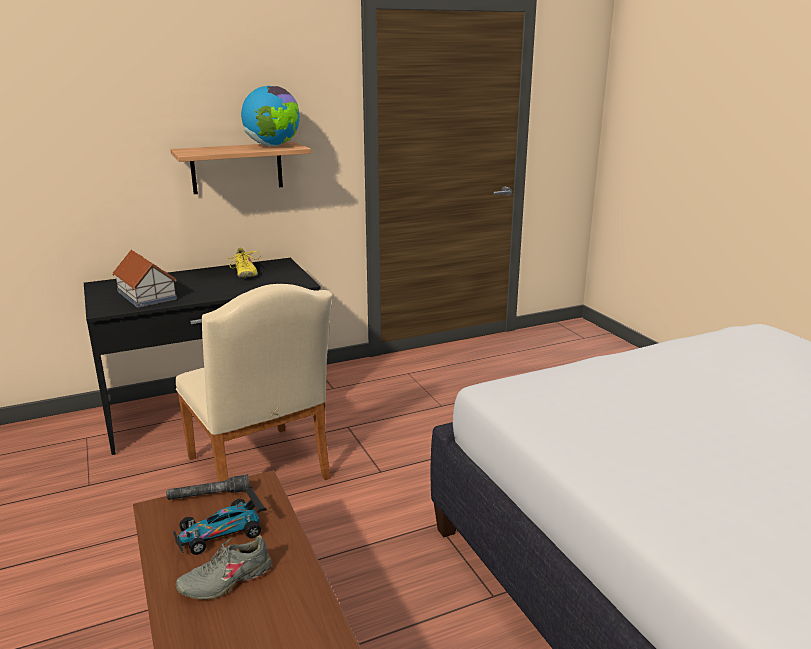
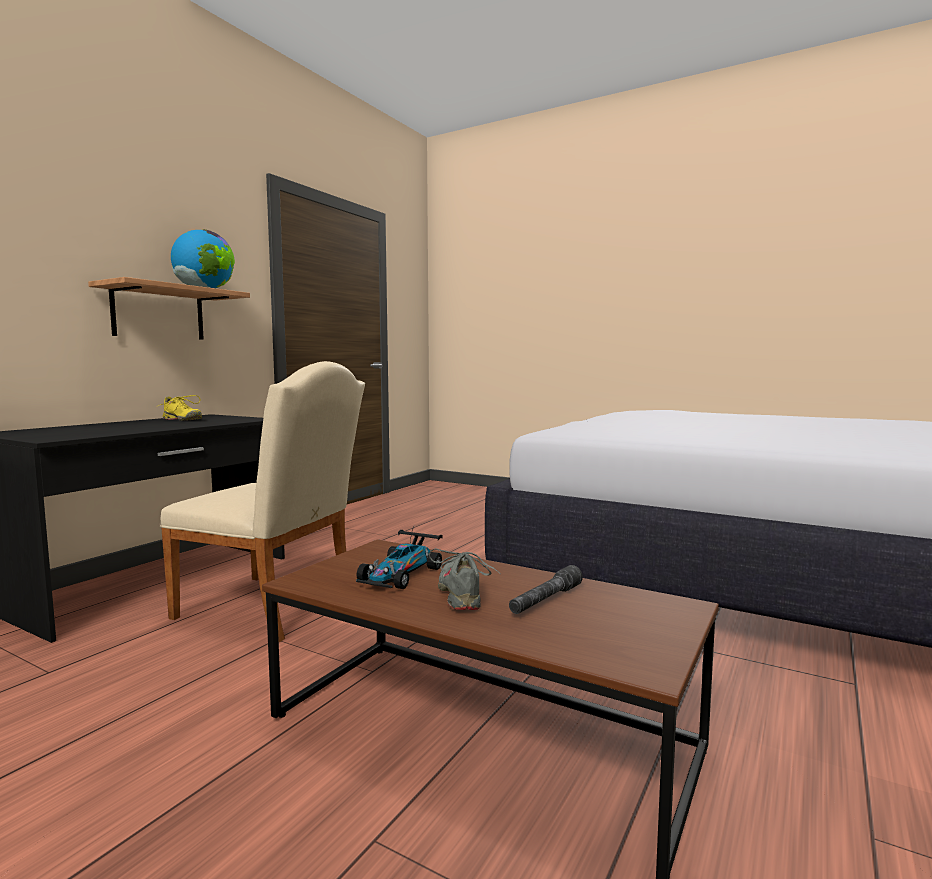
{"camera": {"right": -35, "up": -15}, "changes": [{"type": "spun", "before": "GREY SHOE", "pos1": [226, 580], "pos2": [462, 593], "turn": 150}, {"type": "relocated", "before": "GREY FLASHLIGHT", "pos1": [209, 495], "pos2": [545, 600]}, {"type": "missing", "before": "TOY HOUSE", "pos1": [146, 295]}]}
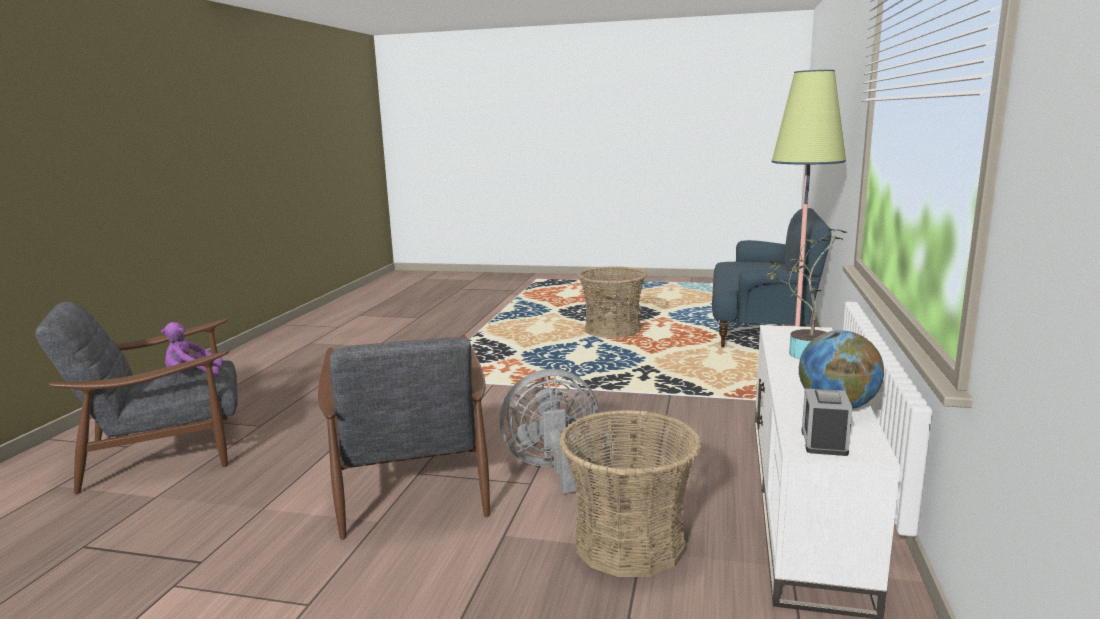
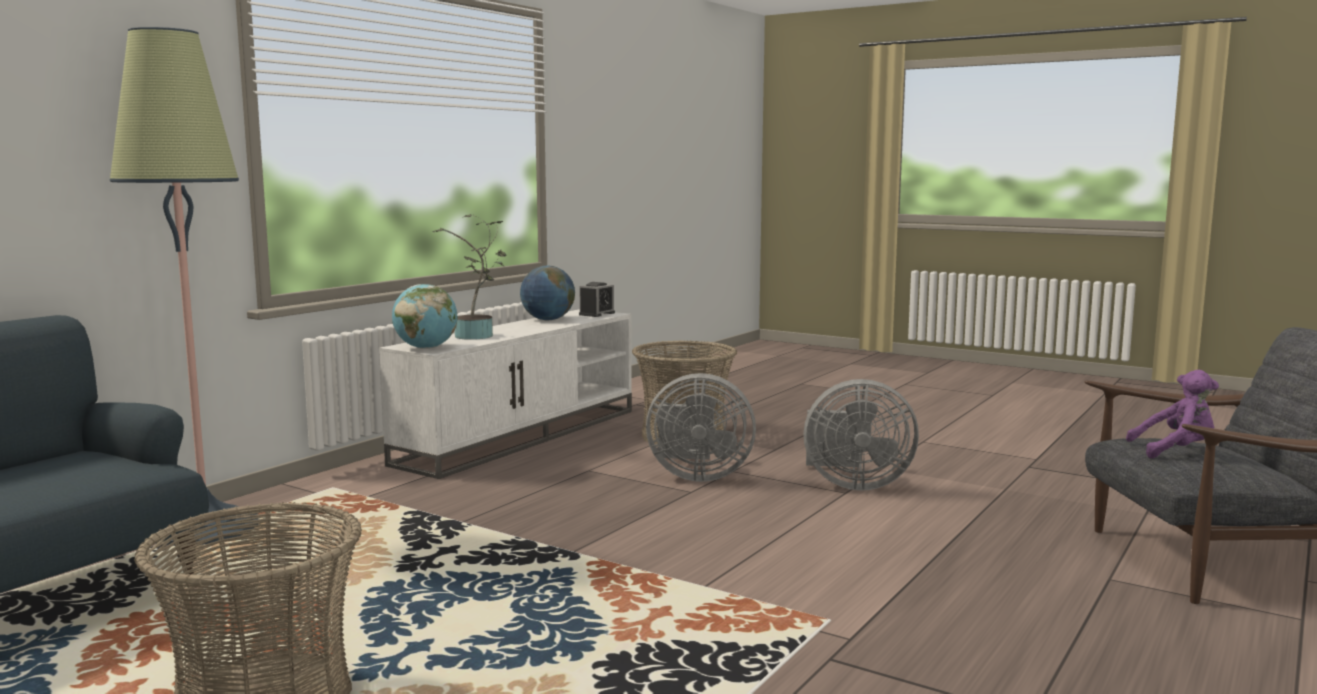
{"camera": {"right": -160, "up": -5}, "changes": [{"type": "appeared", "after": "GLOBE", "pos2": [426, 348]}, {"type": "exchanged", "before": "GREY ARMCHAIR", "after": "GREY FAN", "pos1": [411, 486], "pos2": [853, 484]}]}
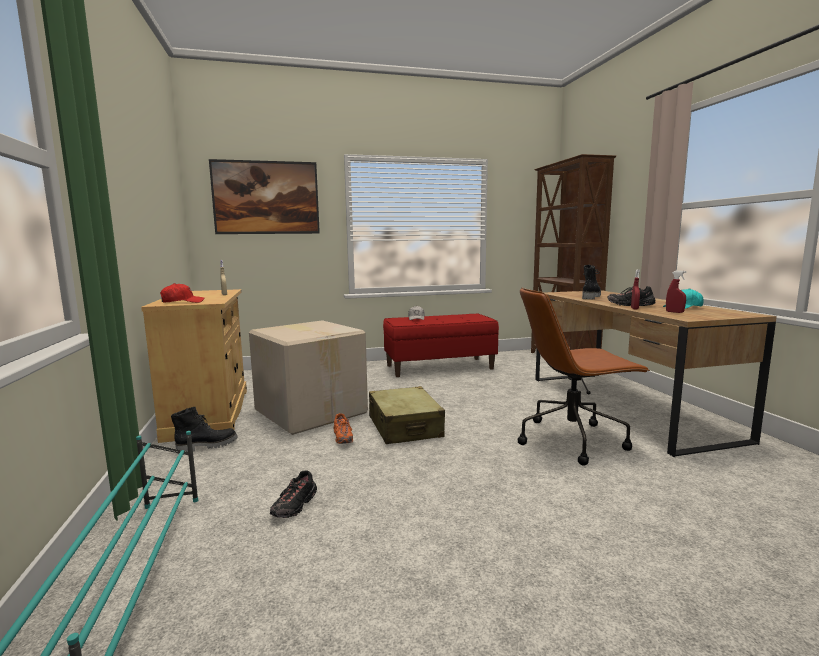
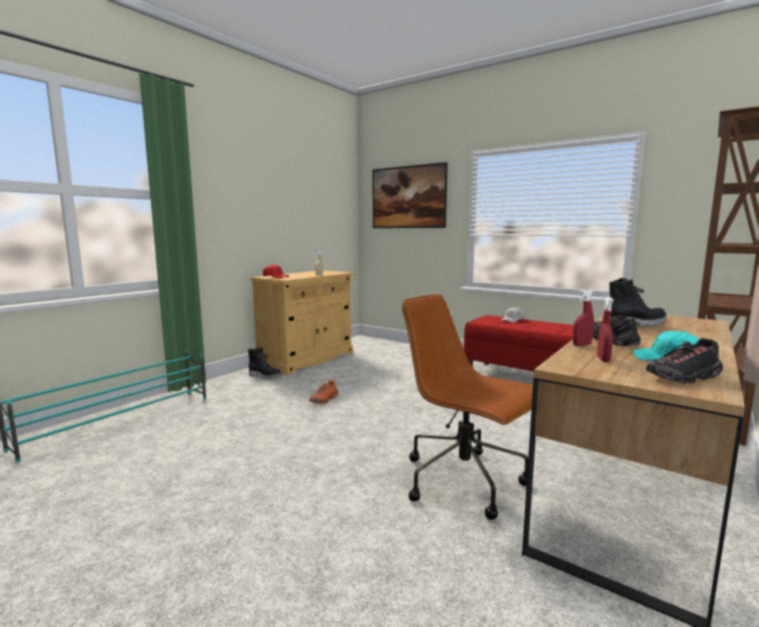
{"camera": {"right": 50, "up": 0}, "changes": [{"type": "relocated", "before": "BLACK SHOE", "pos1": [295, 506], "pos2": [684, 377]}, {"type": "missing", "before": "CARDBOARD BOX", "pos1": [311, 411]}, {"type": "missing", "before": "BEIGE SUITCASE", "pos1": [405, 427]}]}
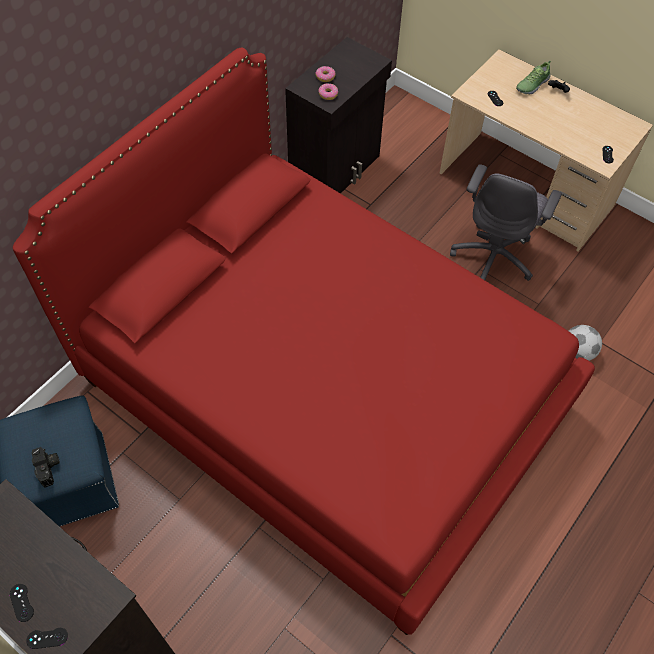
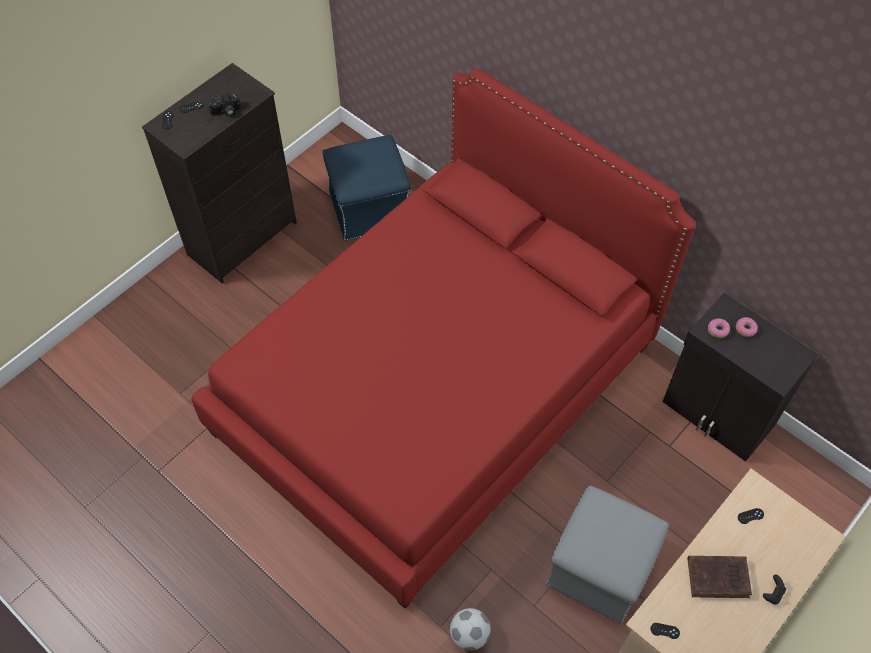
{"camera": {"right": 95, "up": 0}, "changes": [{"type": "relocated", "before": "PHOTO CAMERA", "pos1": [49, 468], "pos2": [226, 112]}, {"type": "exchanged", "before": "GREY OFFICE CHAIR", "after": "GREY OTTOMAN", "pos1": [494, 256], "pos2": [600, 567]}, {"type": "appeared", "after": "BROWN BOOK", "pos2": [719, 578]}, {"type": "missing", "before": "SHOE", "pos1": [532, 85]}]}
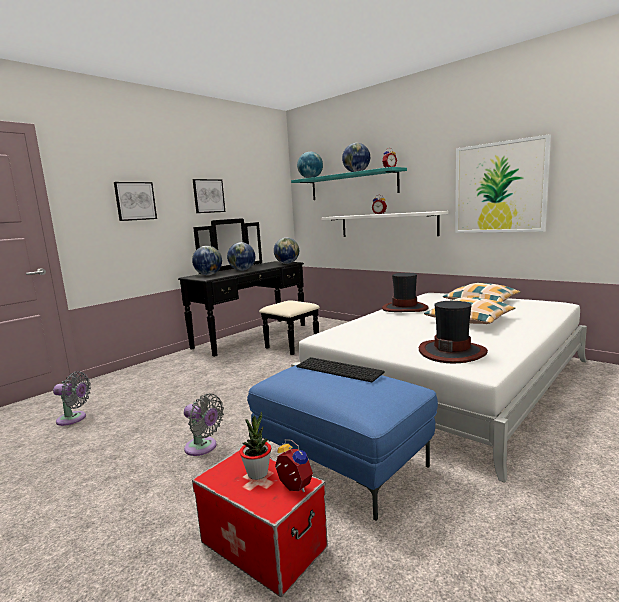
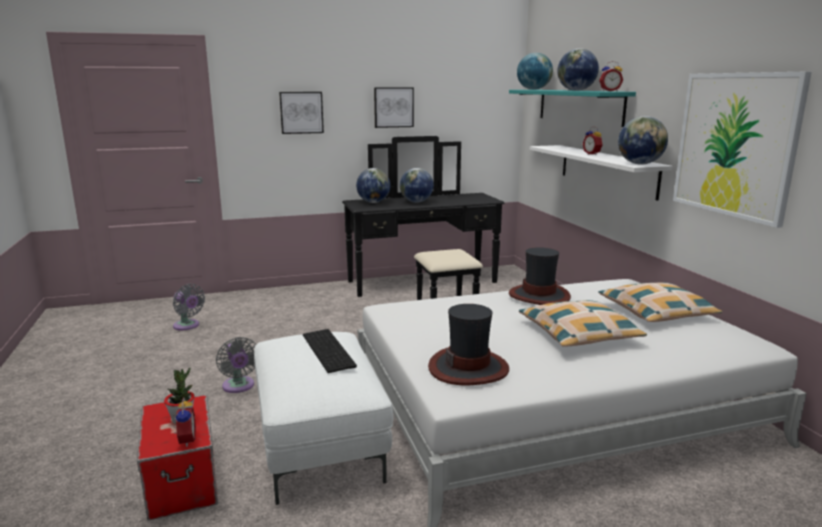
{"camera": {"right": 30, "up": 5}, "changes": [{"type": "colour", "before": "BLUE OTTOMAN", "after": "WHITE OTTOMAN", "pos1": [343, 462], "pos2": [321, 445]}, {"type": "relocated", "before": "GLOBE", "pos1": [287, 263], "pos2": [640, 164]}]}
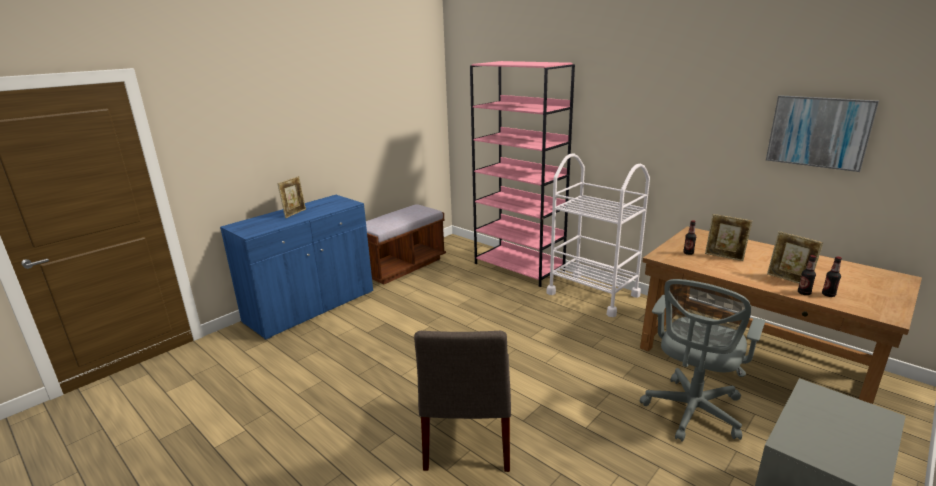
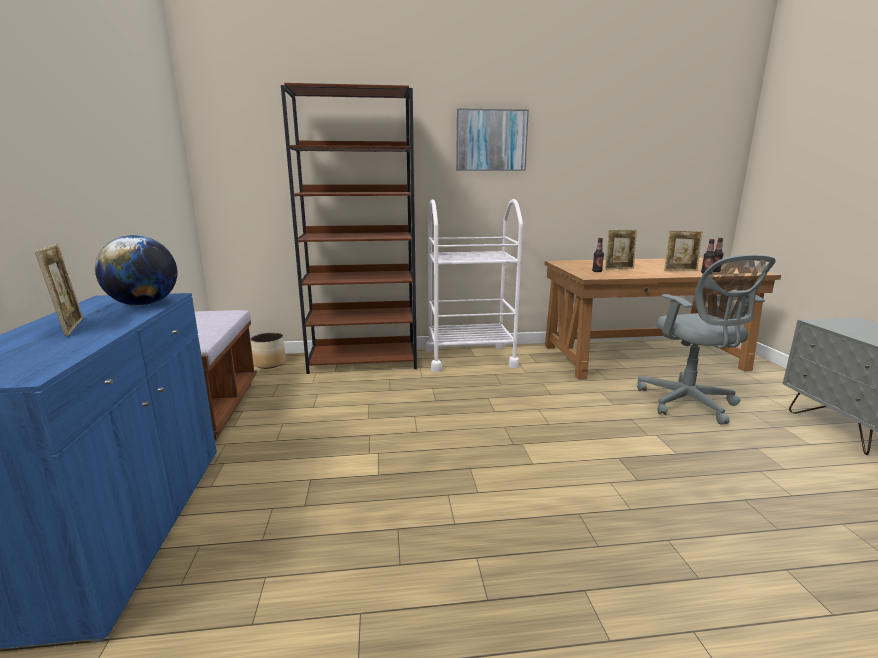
{"camera": {"right": -50, "up": -5}, "changes": [{"type": "appeared", "after": "GLOBE", "pos2": [144, 304]}, {"type": "appeared", "after": "PLANTER", "pos2": [269, 363]}, {"type": "colour", "before": "PINK BOOKCASE", "after": "BROWN BOOKCASE", "pos1": [519, 267], "pos2": [364, 361]}, {"type": "relocated", "before": "PICTURE", "pos1": [818, 132], "pos2": [491, 140]}, {"type": "missing", "before": "GREY CHAIR", "pos1": [467, 440]}]}
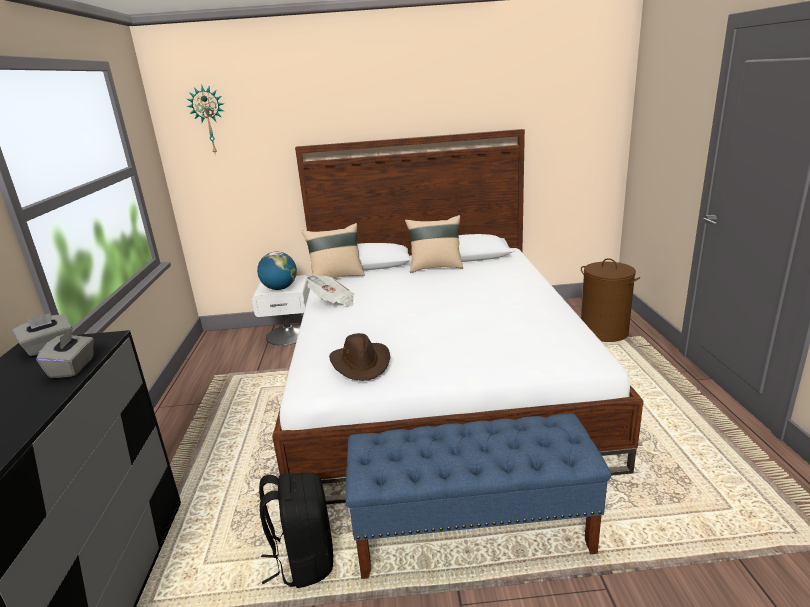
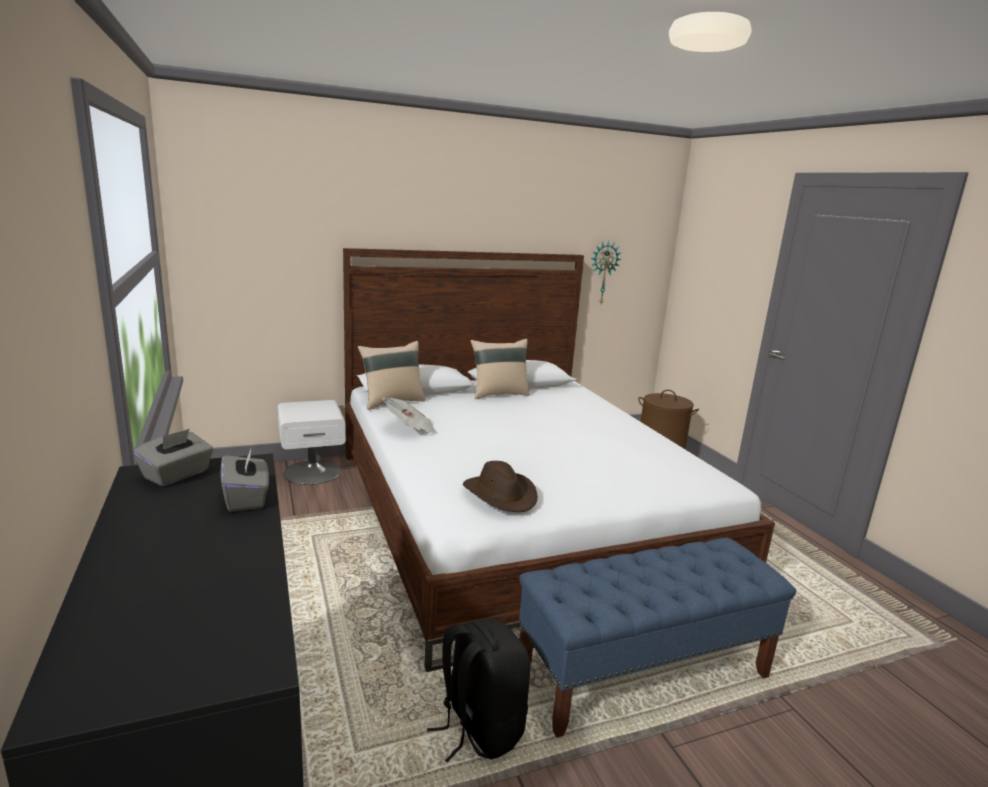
{"camera": {"right": -20, "up": -5}, "changes": [{"type": "relocated", "before": "WALL CLOCK", "pos1": [209, 120], "pos2": [603, 273]}, {"type": "missing", "before": "GLOBE", "pos1": [280, 288]}]}
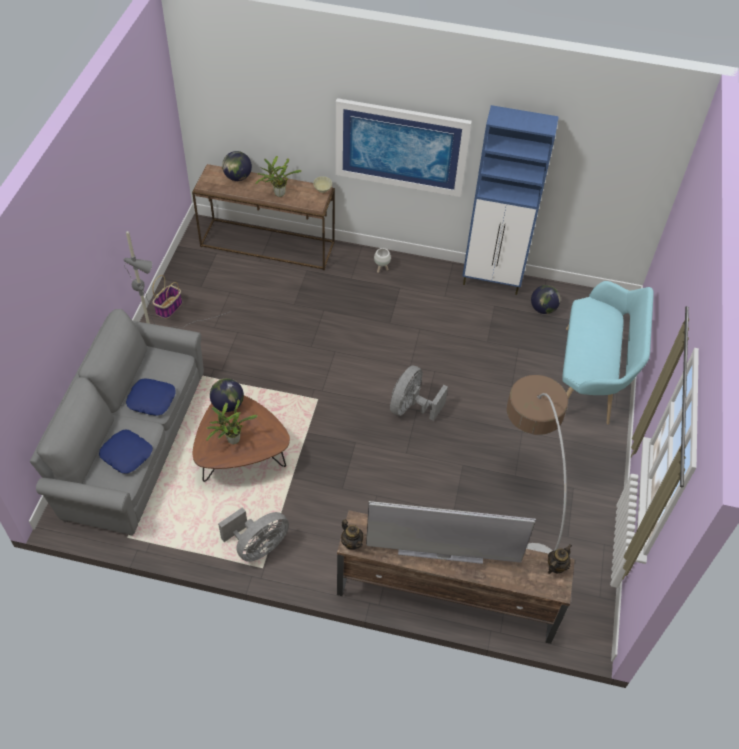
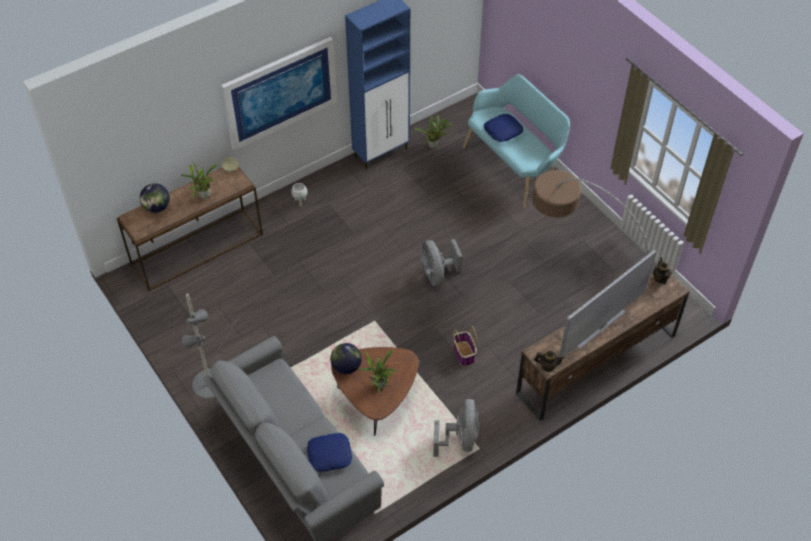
{"camera": {"right": -45, "up": 0}, "changes": [{"type": "exchanged", "before": "GLOBE", "after": "POTTED PLANT", "pos1": [543, 309], "pos2": [434, 146]}, {"type": "relocated", "before": "BASKET", "pos1": [169, 308], "pos2": [464, 354]}, {"type": "relocated", "before": "BLUE PILLOW", "pos1": [152, 400], "pos2": [503, 131]}]}
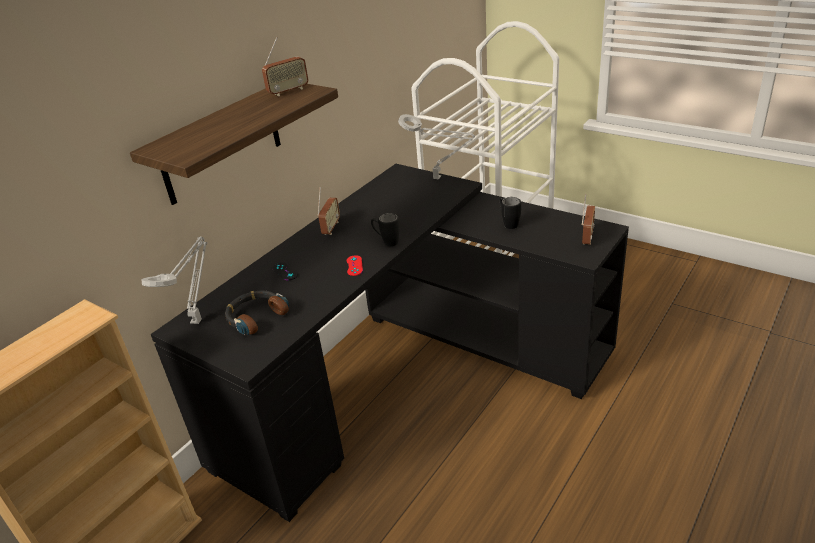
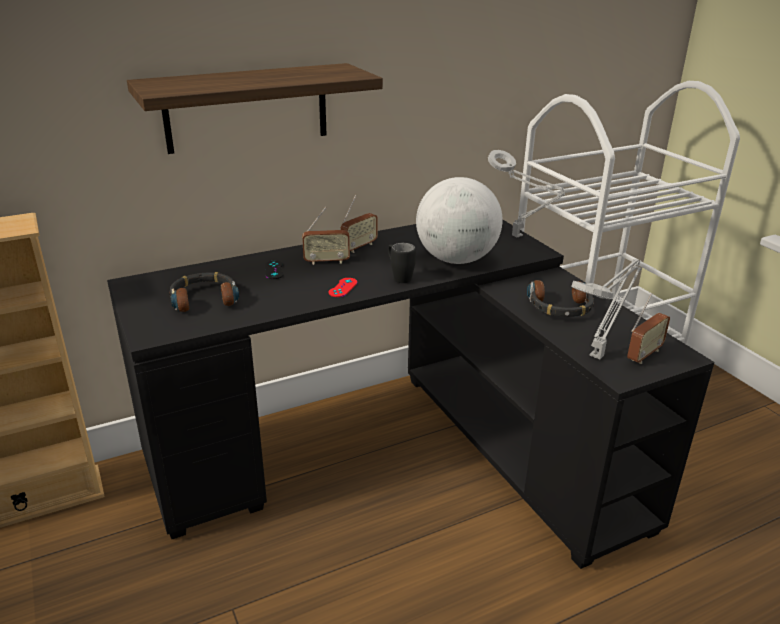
{"camera": {"right": 25, "up": -5}, "changes": [{"type": "relocated", "before": "RADIO", "pos1": [288, 91], "pos2": [326, 261]}, {"type": "appeared", "after": "GLOBE", "pos2": [456, 260]}, {"type": "exchanged", "before": "BLACK MUG", "after": "HEADPHONES", "pos1": [508, 223], "pos2": [560, 307]}, {"type": "relocated", "before": "GREY TABLE LAMP", "pos1": [197, 320], "pos2": [598, 355]}]}
